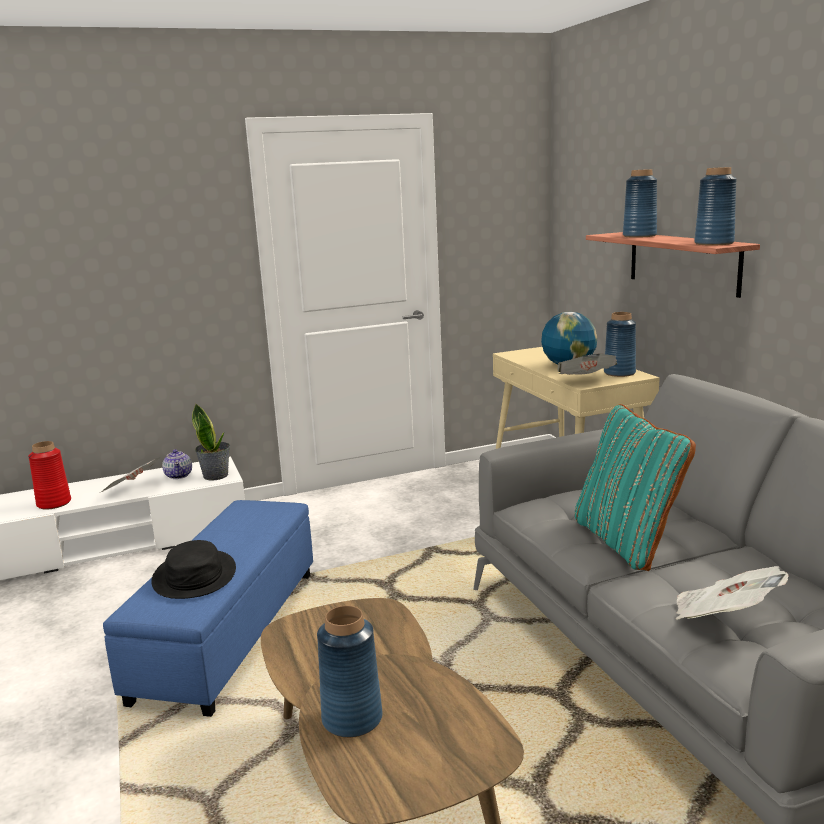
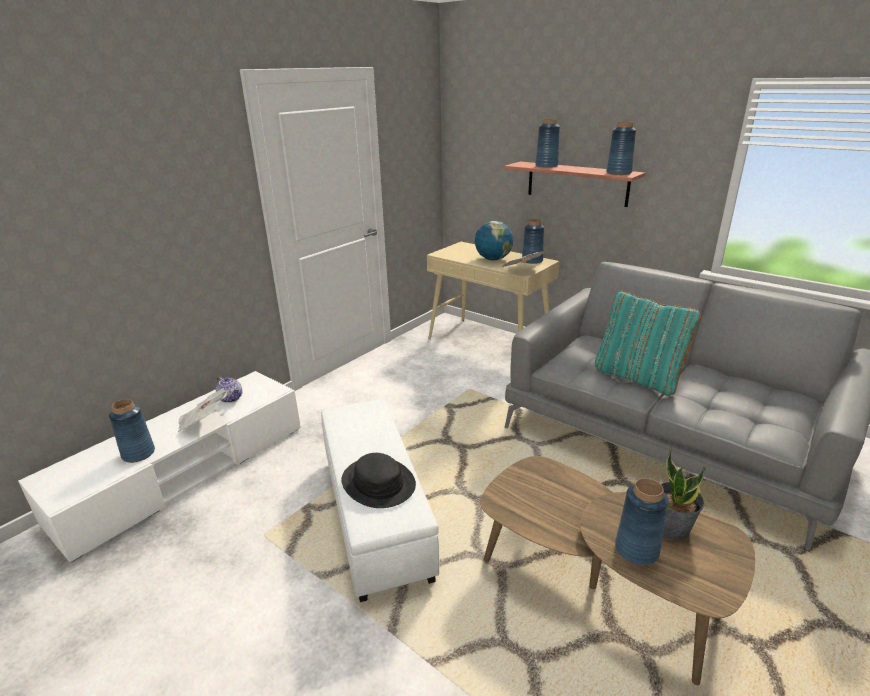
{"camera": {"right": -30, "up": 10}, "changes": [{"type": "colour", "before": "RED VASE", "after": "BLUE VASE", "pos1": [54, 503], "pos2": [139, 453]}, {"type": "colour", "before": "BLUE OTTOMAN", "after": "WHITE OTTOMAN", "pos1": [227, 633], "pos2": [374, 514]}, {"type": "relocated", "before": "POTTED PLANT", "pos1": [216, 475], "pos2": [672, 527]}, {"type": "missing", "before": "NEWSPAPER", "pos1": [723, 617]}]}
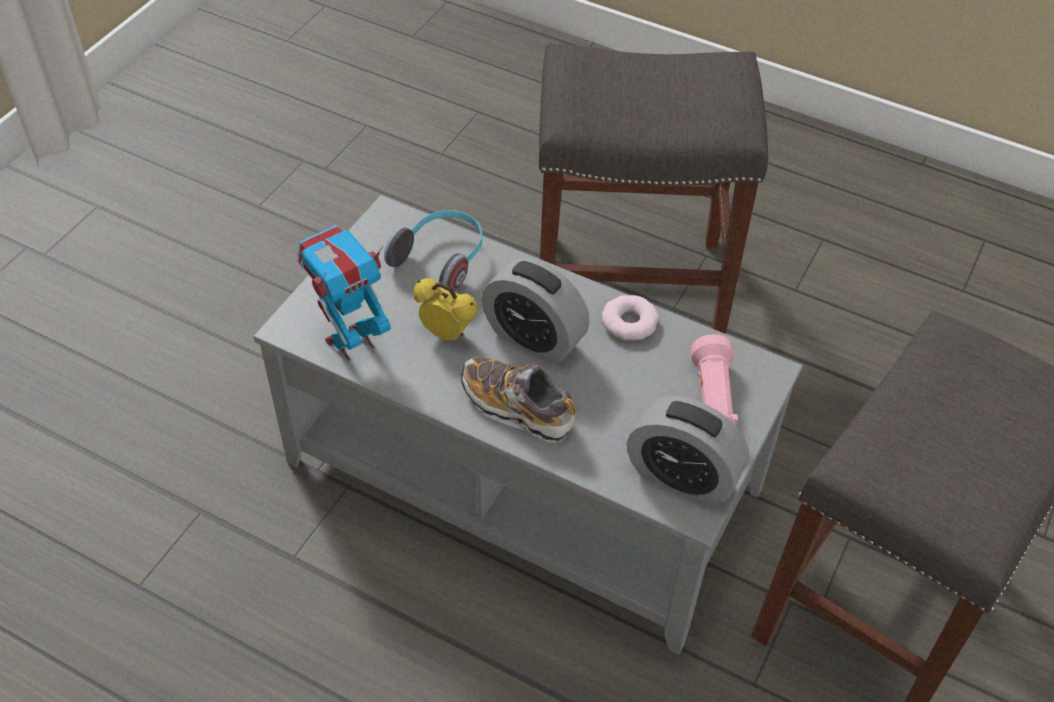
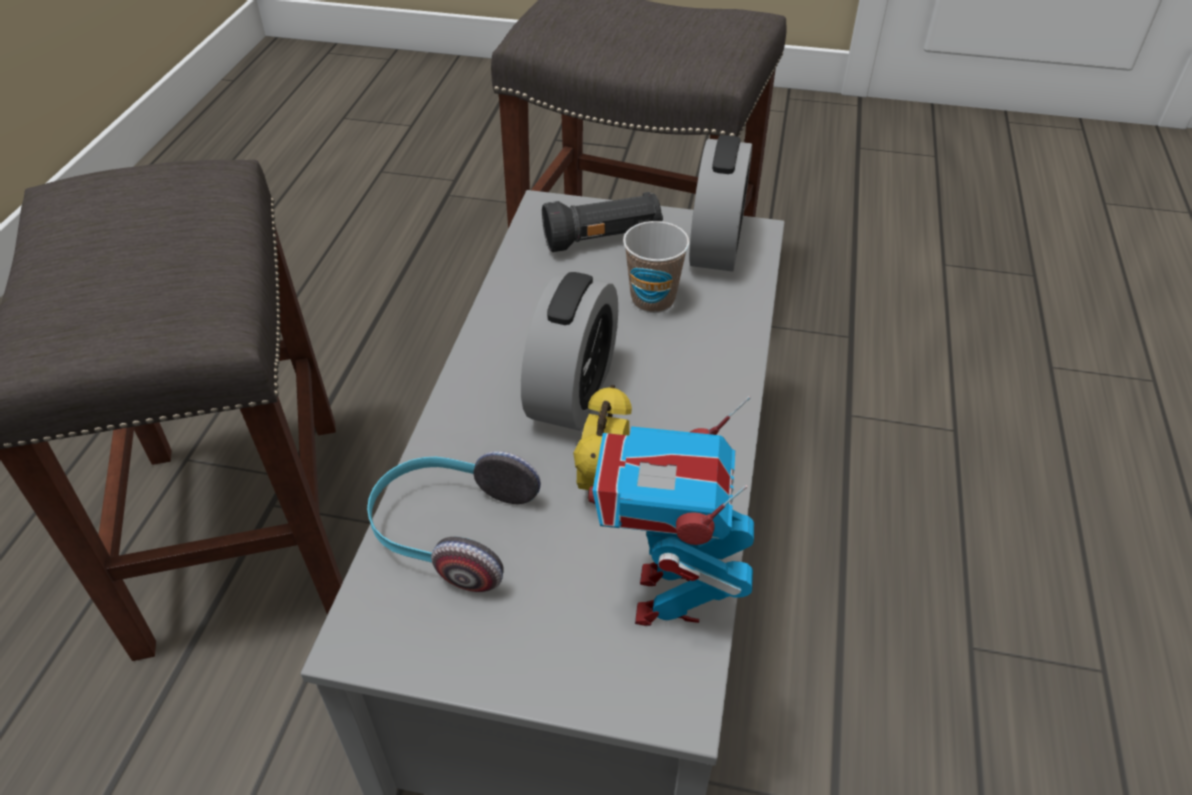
{"camera": {"right": -105, "up": -5}, "changes": [{"type": "colour", "before": "PINK FLASHLIGHT", "after": "BLACK FLASHLIGHT", "pos1": [712, 399], "pos2": [603, 239]}, {"type": "spun", "before": "TOY ROBOT", "pos1": [351, 342], "pos2": [667, 598], "turn": 60}, {"type": "appeared", "after": "CUP", "pos2": [653, 299]}, {"type": "missing", "before": "SHOE", "pos1": [517, 408]}, {"type": "missing", "before": "DONUT", "pos1": [629, 322]}]}
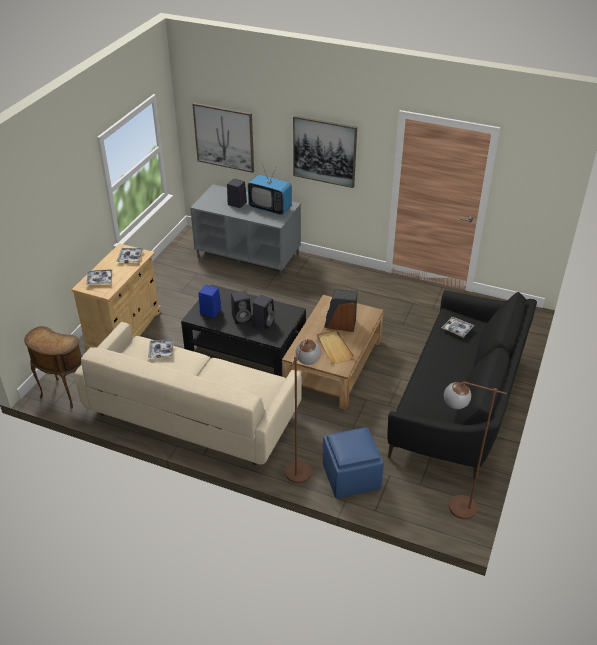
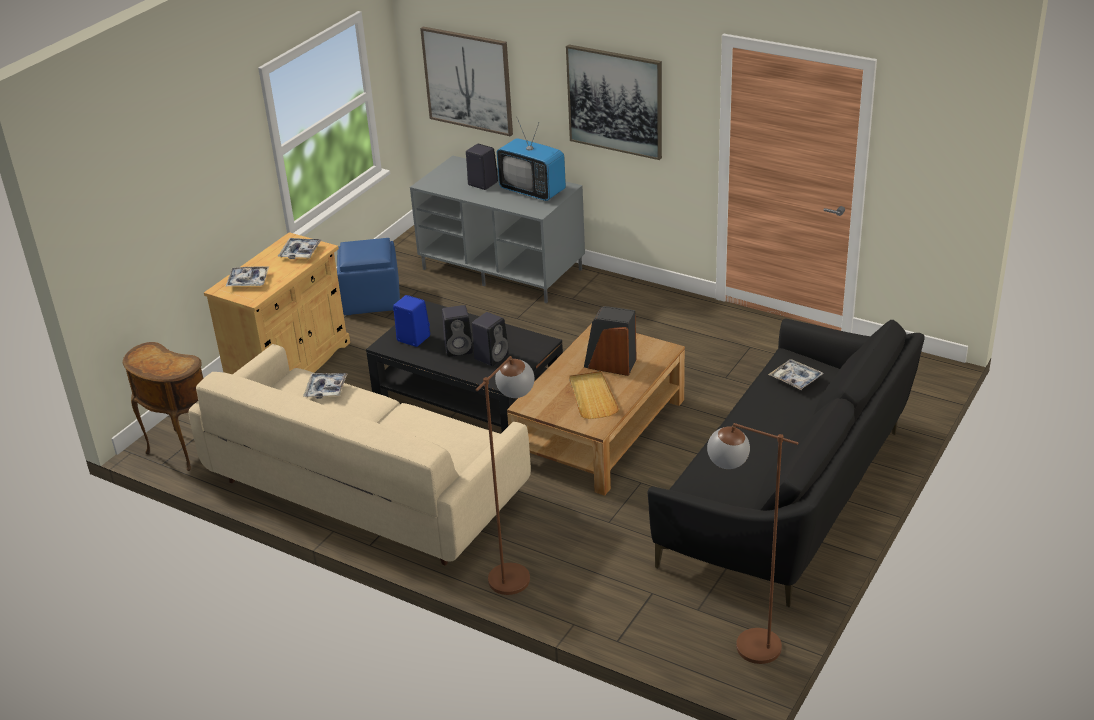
{"camera": {"right": 10, "up": -5}, "changes": [{"type": "relocated", "before": "BLUE OTTOMAN", "pos1": [351, 476], "pos2": [372, 299]}]}
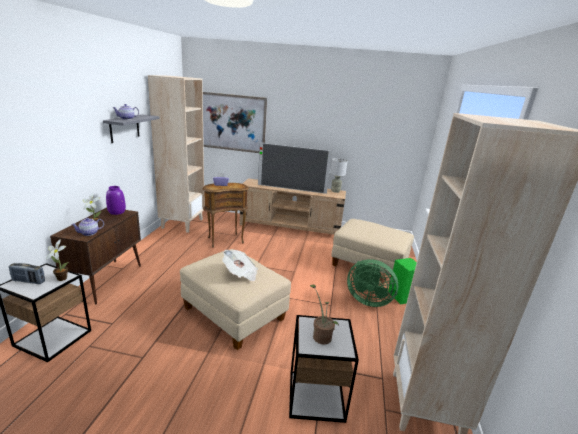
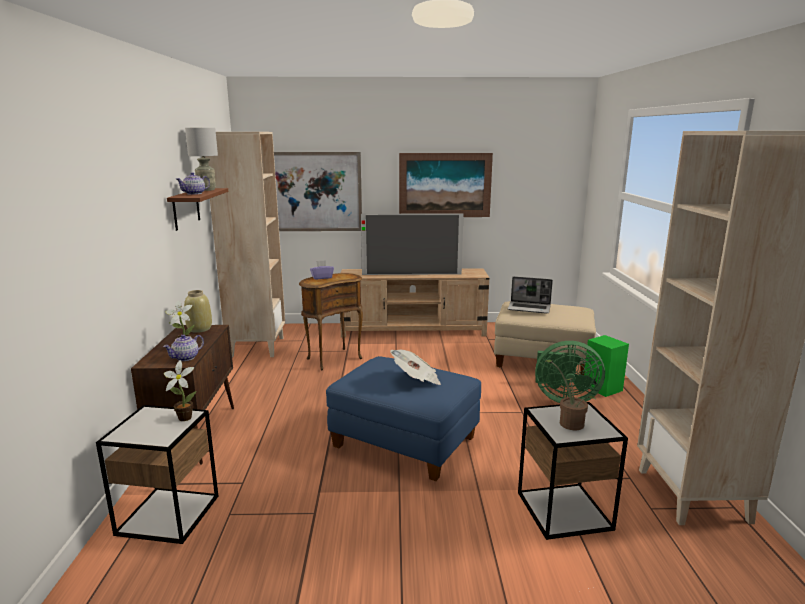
{"camera": {"right": -10, "up": -5}, "changes": [{"type": "colour", "before": "GREY SHELF", "after": "BROWN SHELF", "pos1": [124, 128], "pos2": [186, 208]}, {"type": "colour", "before": "PURPLE VASE", "after": "BEIGE VASE", "pos1": [117, 212], "pos2": [200, 329]}, {"type": "relocated", "before": "GREY TABLE LAMP", "pos1": [335, 191], "pos2": [206, 190]}, {"type": "colour", "before": "BEIGE OTTOMAN", "after": "BLUE OTTOMAN", "pos1": [234, 314], "pos2": [405, 443]}, {"type": "appeared", "after": "PICTURE", "pos2": [445, 185]}, {"type": "appeared", "after": "LAPTOP", "pos2": [529, 308]}, {"type": "missing", "before": "RADIO", "pos1": [28, 281]}]}
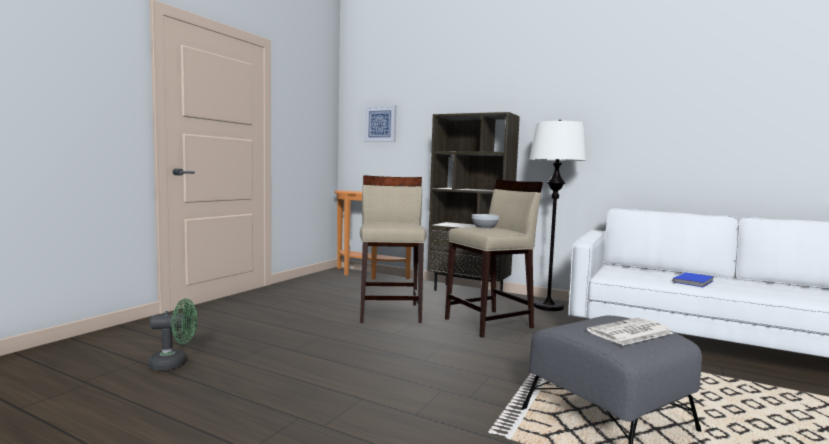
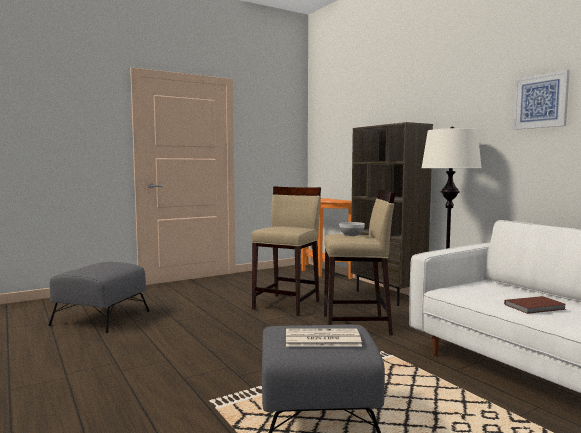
{"camera": {"right": 30, "up": 0}, "changes": [{"type": "exchanged", "before": "GREEN FAN", "after": "GREY OTTOMAN", "pos1": [174, 363], "pos2": [102, 318]}, {"type": "colour", "before": "BLUE BOOK", "after": "BROWN BOOK", "pos1": [694, 281], "pos2": [536, 307]}, {"type": "relocated", "before": "PICTURE", "pos1": [380, 124], "pos2": [540, 101]}]}
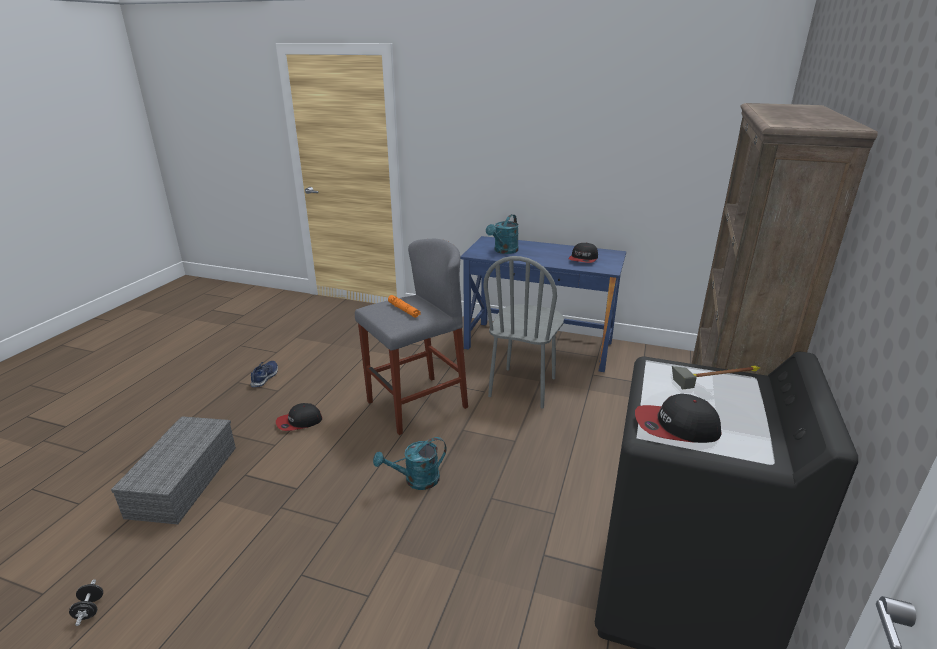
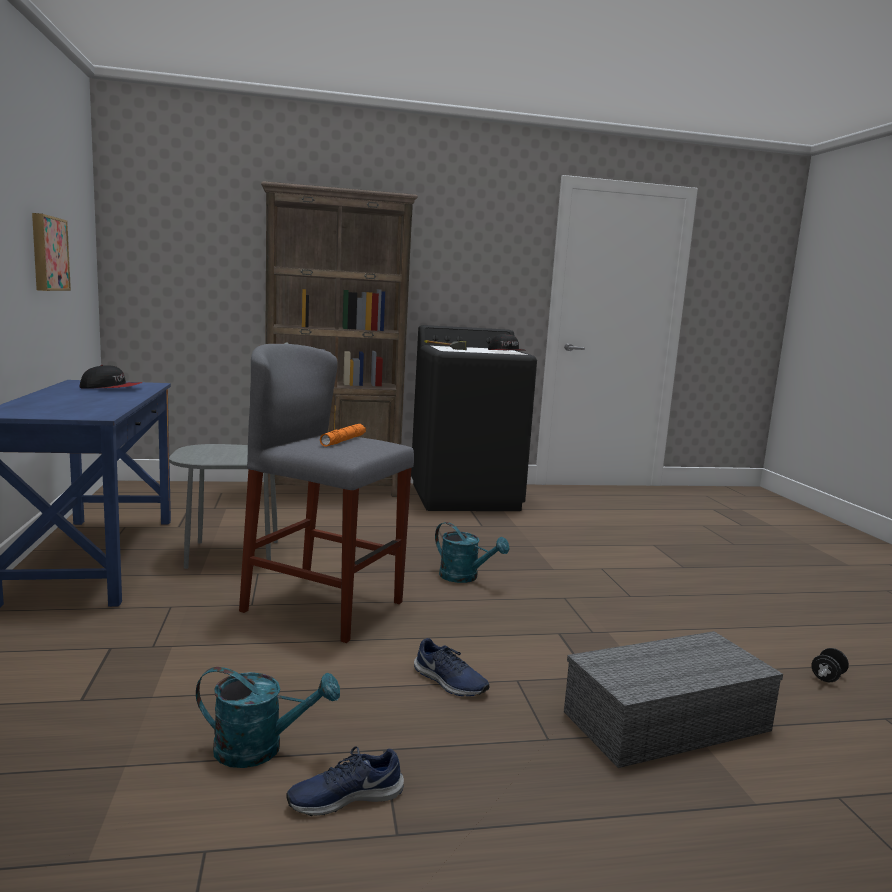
{"camera": {"right": -120, "up": -15}, "changes": [{"type": "appeared", "after": "PICTURE", "pos2": [47, 253]}, {"type": "relocated", "before": "TURQUOISE WATERING CAN", "pos1": [504, 251], "pos2": [260, 749]}, {"type": "exchanged", "before": "CAP", "after": "BLUE SHOE", "pos1": [299, 422], "pos2": [449, 682]}]}
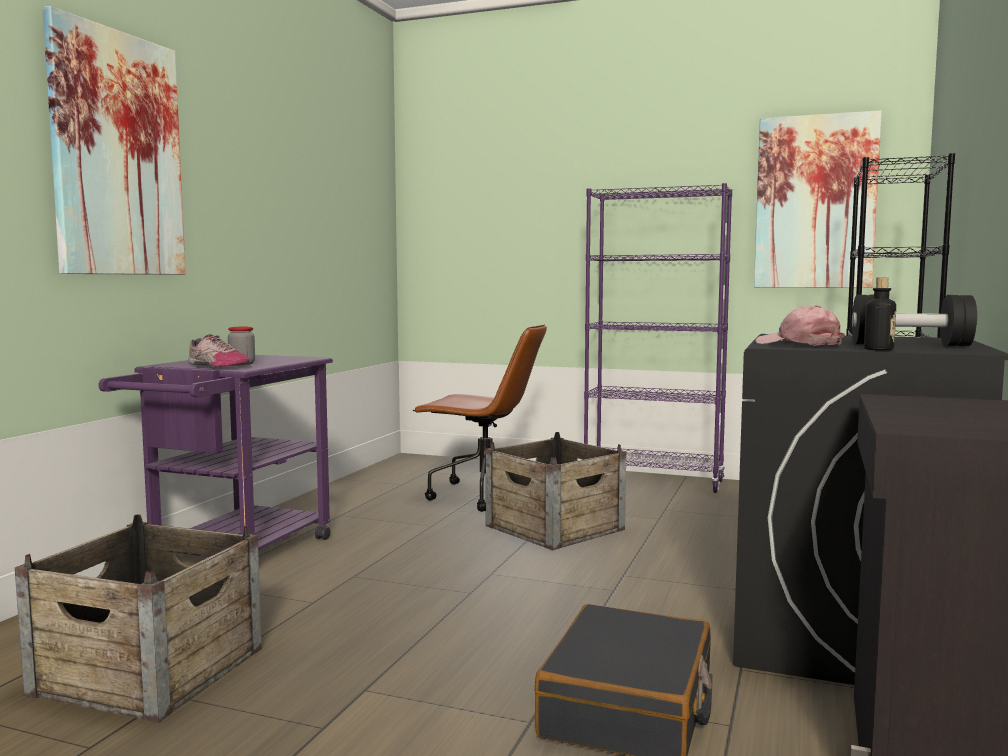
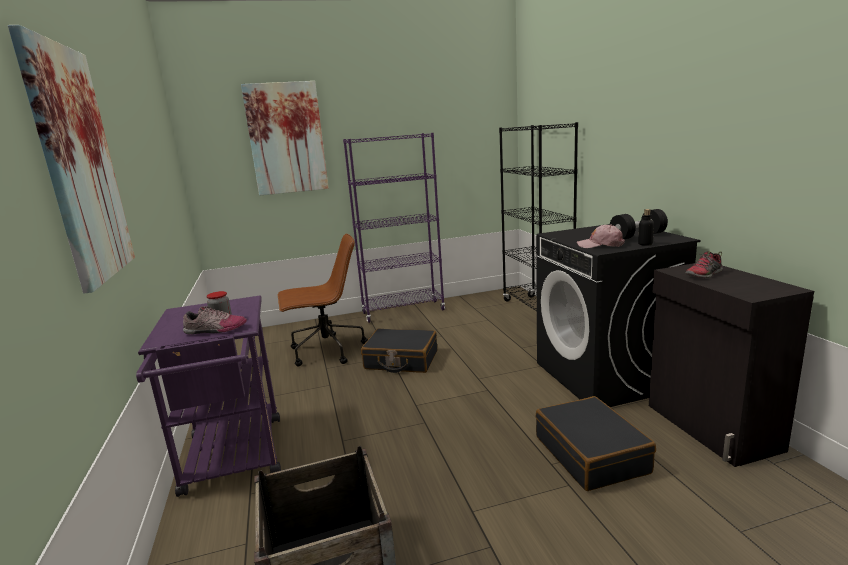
{"camera": {"right": -35, "up": 10}, "changes": [{"type": "relocated", "before": "PICTURE", "pos1": [815, 202], "pos2": [286, 138]}, {"type": "exchanged", "before": "CRATE", "after": "BLACK SUITCASE", "pos1": [555, 527], "pos2": [401, 360]}, {"type": "appeared", "after": "SHOE", "pos2": [704, 275]}]}
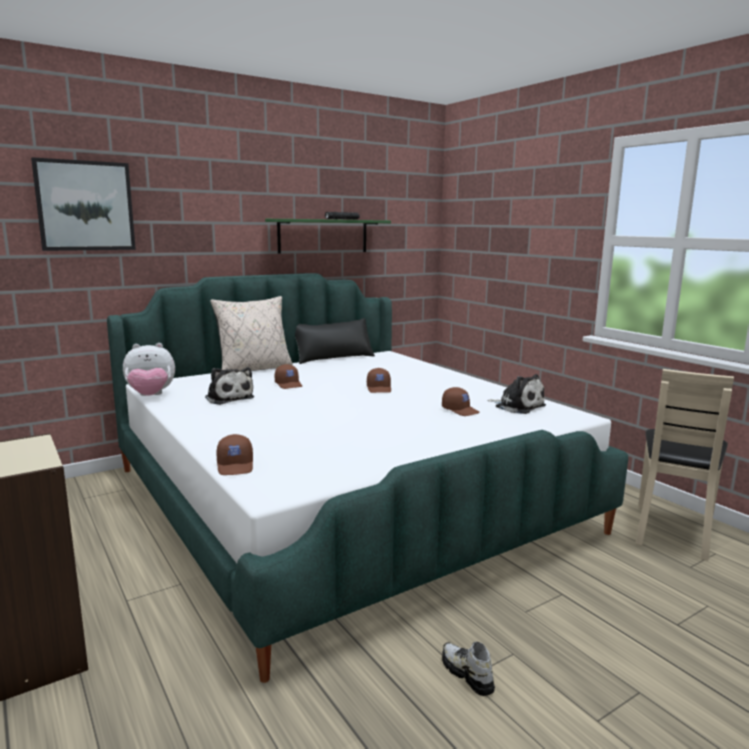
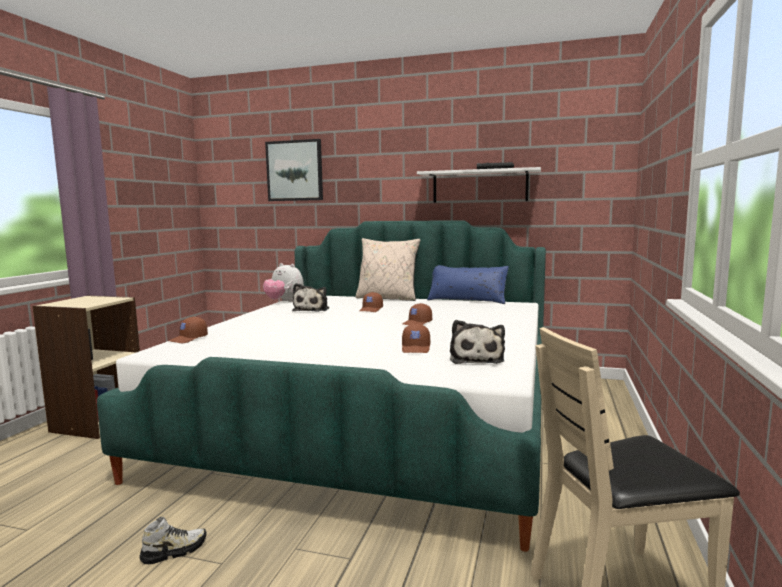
{"camera": {"right": 50, "up": -5}, "changes": [{"type": "spun", "before": "SHOE", "pos1": [467, 674], "pos2": [174, 551], "turn": 45}, {"type": "colour", "before": "GREEN SHELF", "after": "WHITE SHELF", "pos1": [323, 236], "pos2": [479, 186]}, {"type": "colour", "before": "BLACK PILLOW", "after": "BLUE PILLOW", "pos1": [333, 358], "pos2": [467, 300]}]}
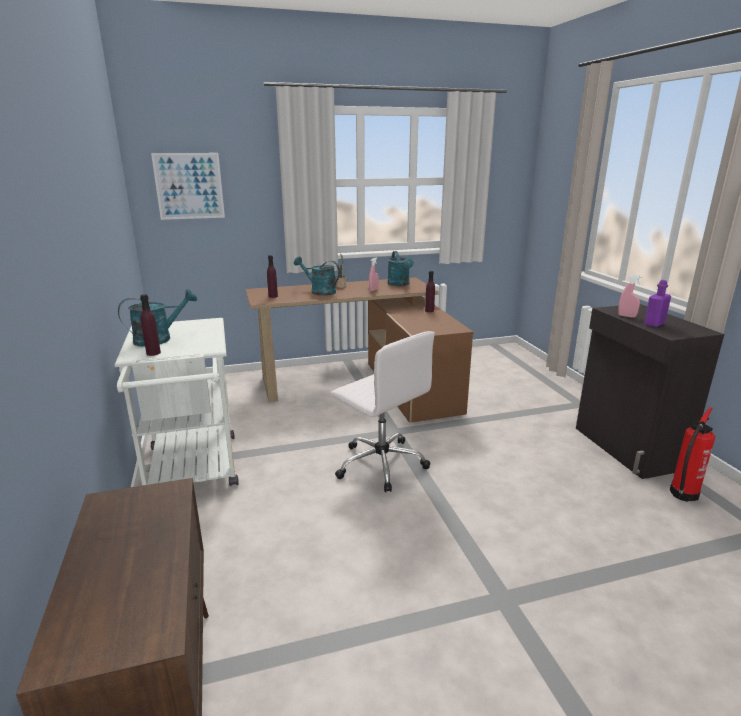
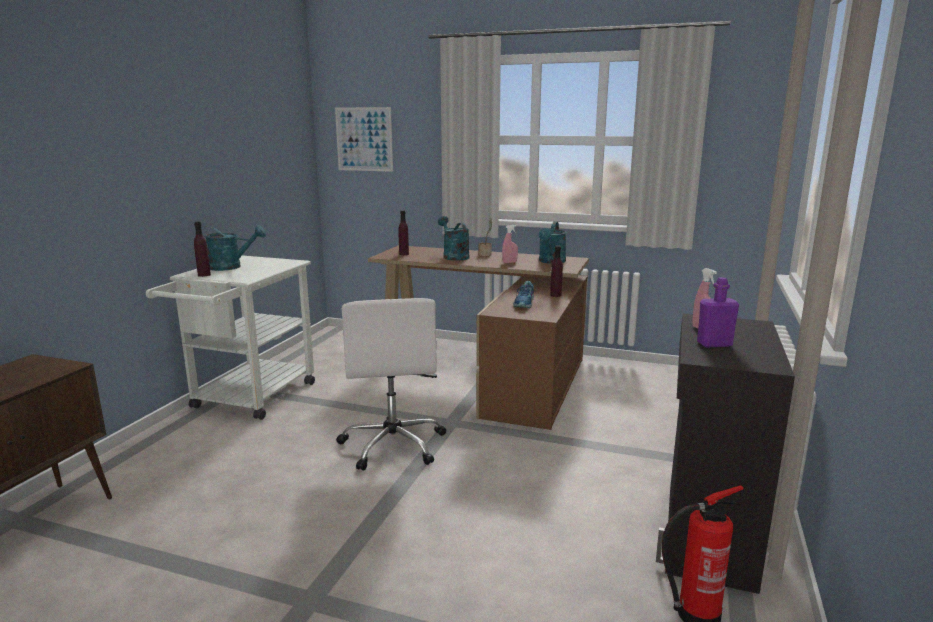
{"camera": {"right": 35, "up": -5}, "changes": [{"type": "appeared", "after": "SHOE", "pos2": [525, 303]}]}
